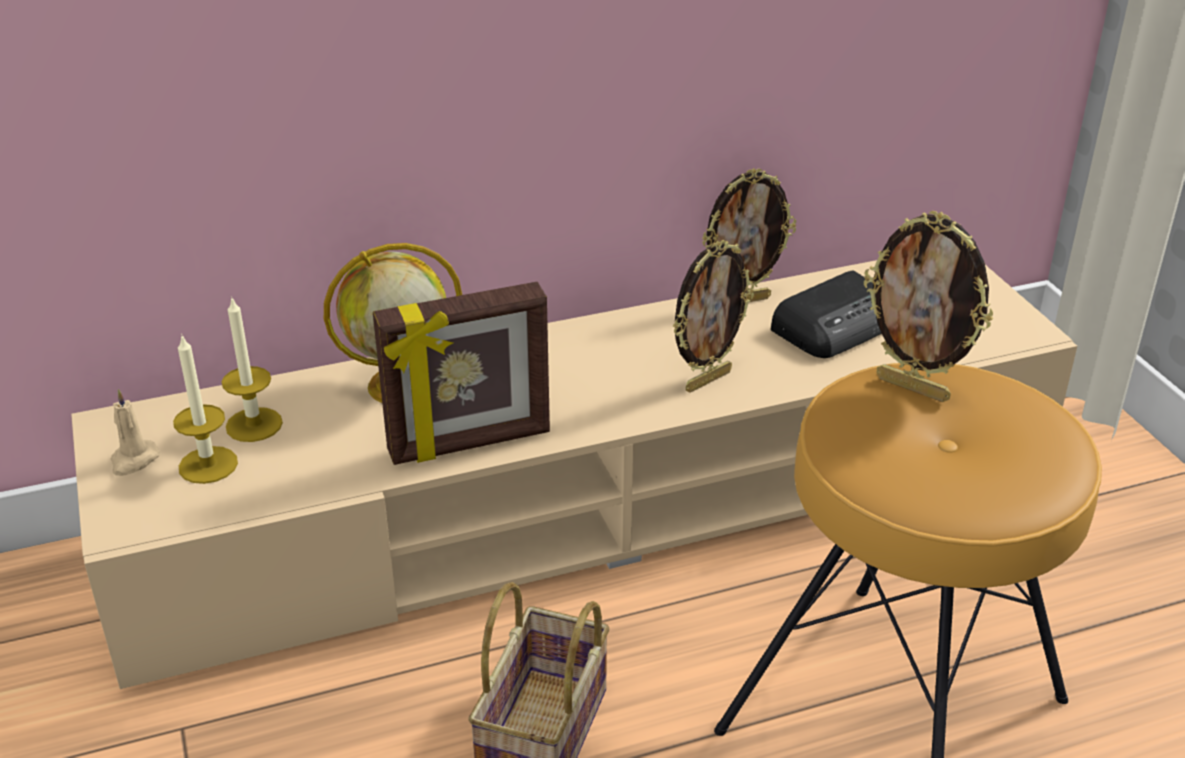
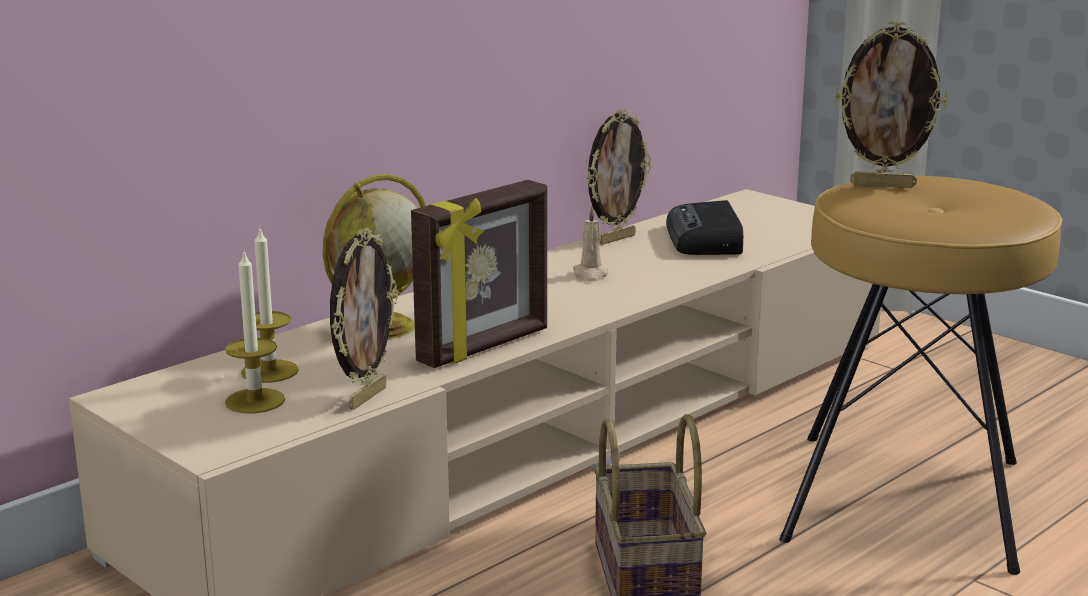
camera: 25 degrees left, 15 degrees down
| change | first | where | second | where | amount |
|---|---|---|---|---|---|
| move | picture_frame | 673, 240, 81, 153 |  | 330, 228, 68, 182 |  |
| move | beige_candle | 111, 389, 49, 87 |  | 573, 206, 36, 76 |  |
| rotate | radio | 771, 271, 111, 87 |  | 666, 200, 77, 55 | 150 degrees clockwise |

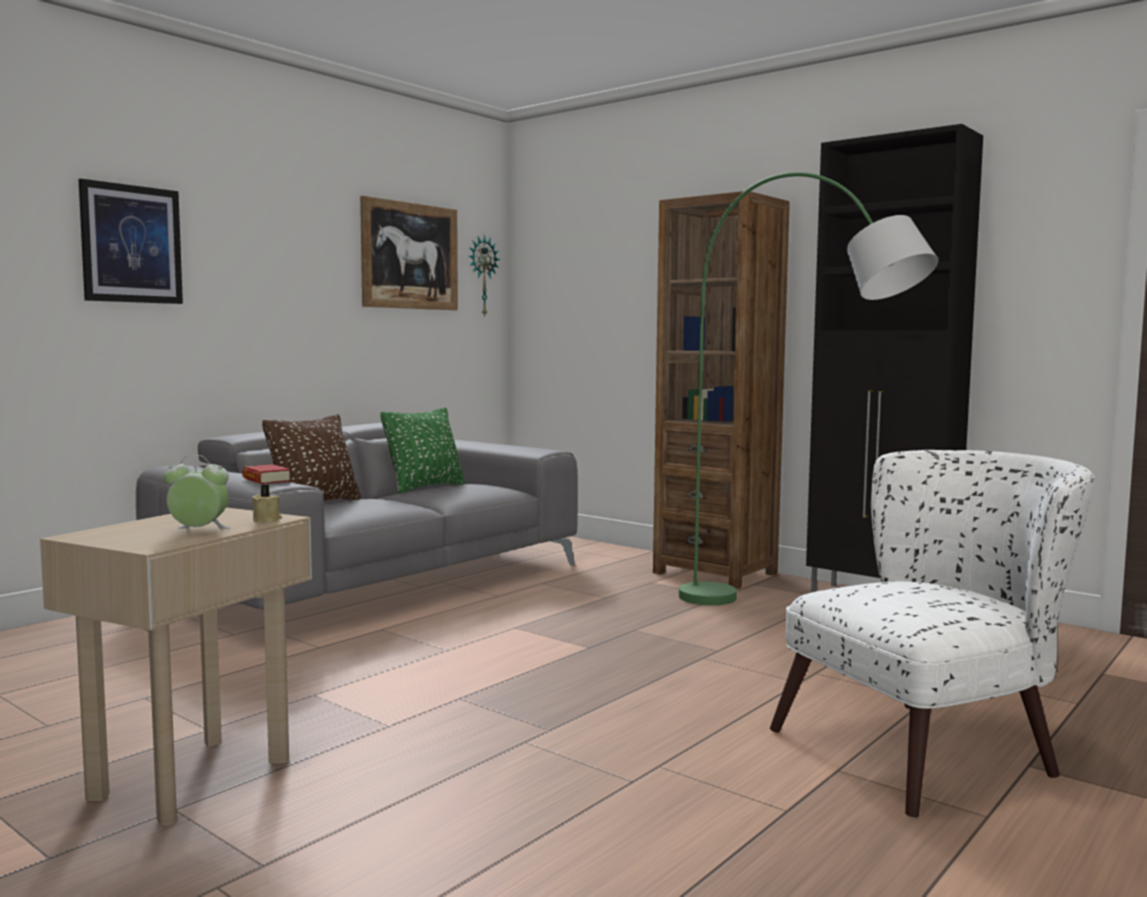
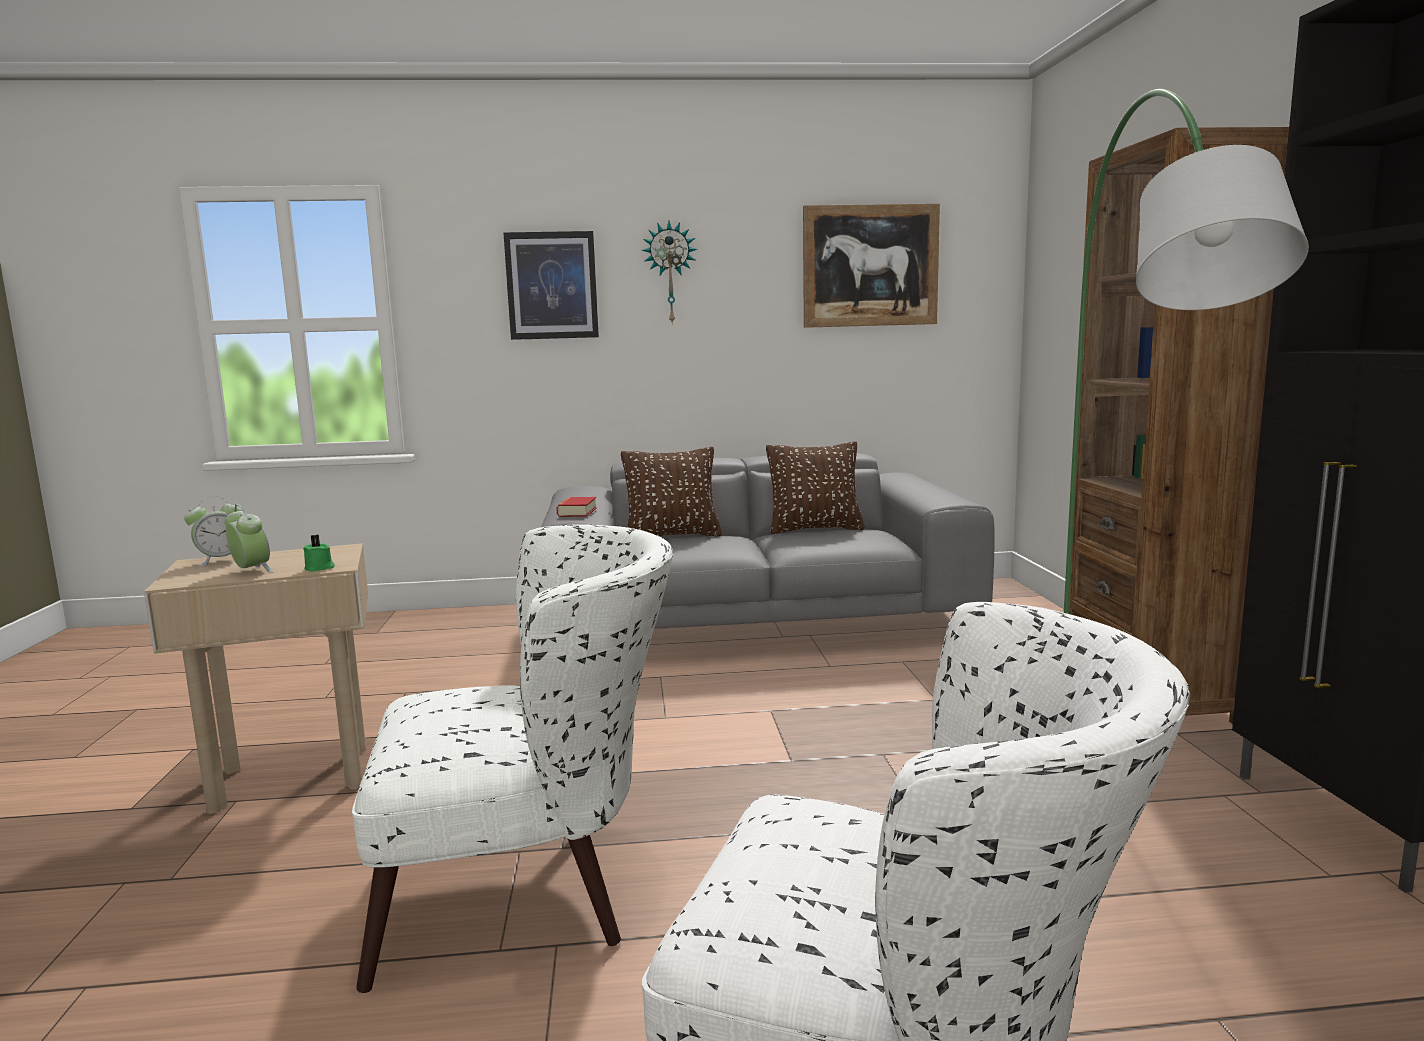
camera: 45 degrees right, 5 degrees up
| change | first | where | second | where | amount |
|---|---|---|---|---|---|
| insert |  |  | alarm_clock | 184, 496, 58, 71 |  |
| recolor | beige_candle | 252, 484, 30, 39 | green_candle | 303, 535, 32, 37 |  |
| insert |  |  | white_armchair | 352, 524, 321, 469 |  |
| move | wall_clock | 468, 235, 32, 82 |  | 642, 221, 56, 104 |  |
| recolor | green_pillow | 380, 408, 85, 85 | brown_pillow | 766, 442, 99, 92 |  |

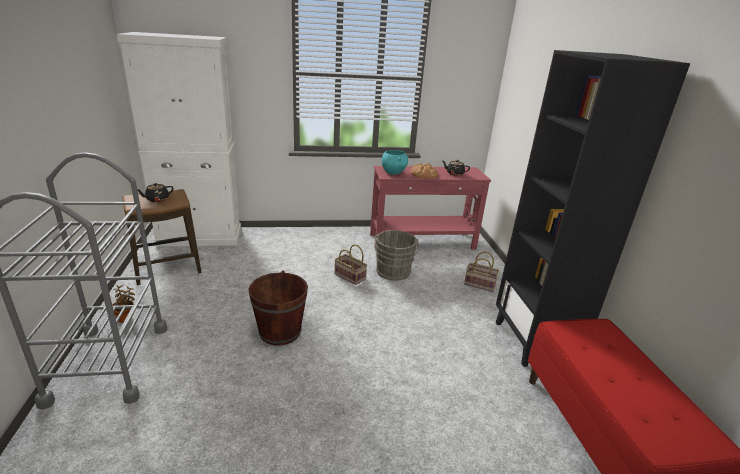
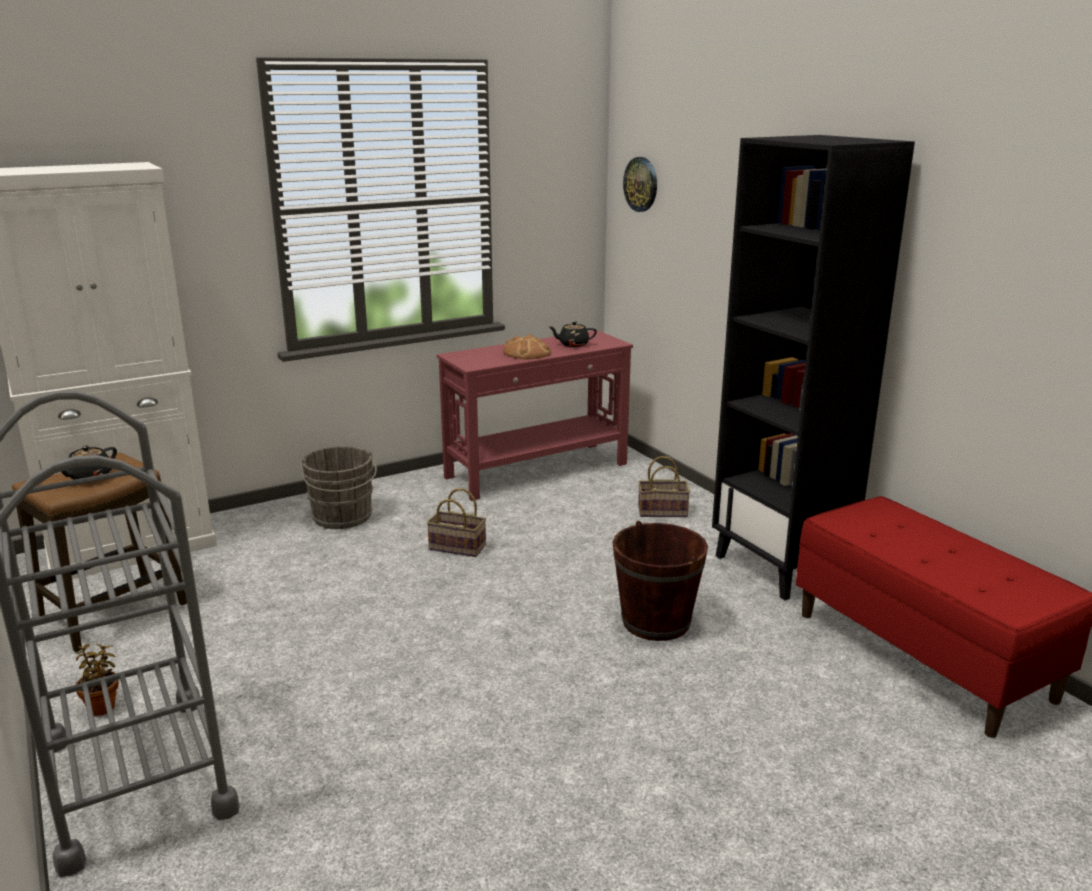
camera: 20 degrees left, 5 degrees down
| change | first | where | second | where | amount |
|---|---|---|---|---|---|
| move | grey_bucket | 374, 230, 44, 51 |  | 300, 446, 77, 83 |  |
| move | brown_bucket | 248, 271, 60, 75 |  | 612, 521, 96, 120 |  |
| insert |  |  | wall_clock | 623, 157, 34, 55 |  |
| delete | turquoise_bowl | 381, 150, 27, 24 |  |  |  |

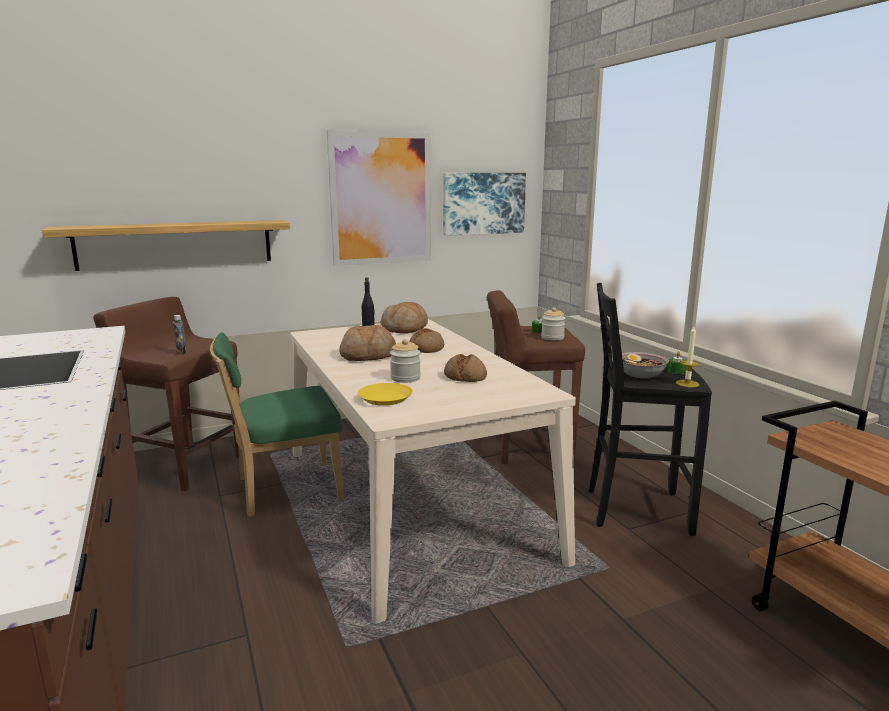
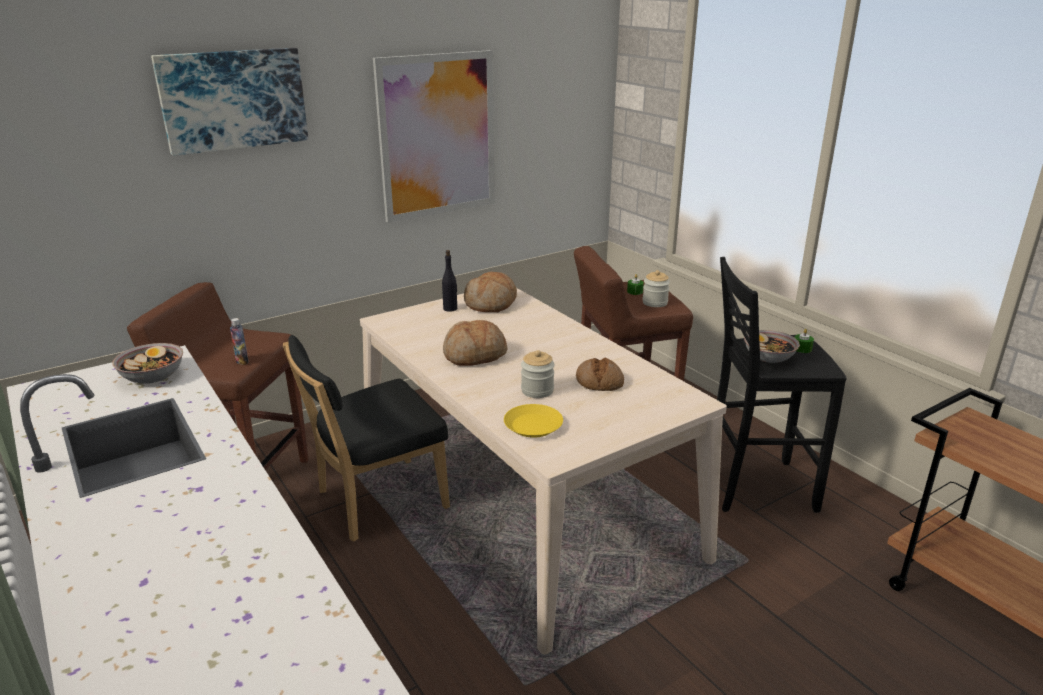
camera: 10 degrees left, 10 degrees up
| change | first | where | second | where | amount |
|---|---|---|---|---|---|
| insert |  |  | bowl | 112, 343, 71, 41 |  |
| move | picture | 443, 173, 83, 63 |  | 151, 48, 157, 108 |  |
| recolor | green_chair | 210, 332, 134, 185 | black_chair | 283, 335, 167, 207 |  |
| delete | shelf | 42, 220, 248, 51 |  |  |  |
| delete | bread | 409, 328, 35, 25 |  |  |  |
| delete | candle | 676, 326, 24, 62 |  |  |  |

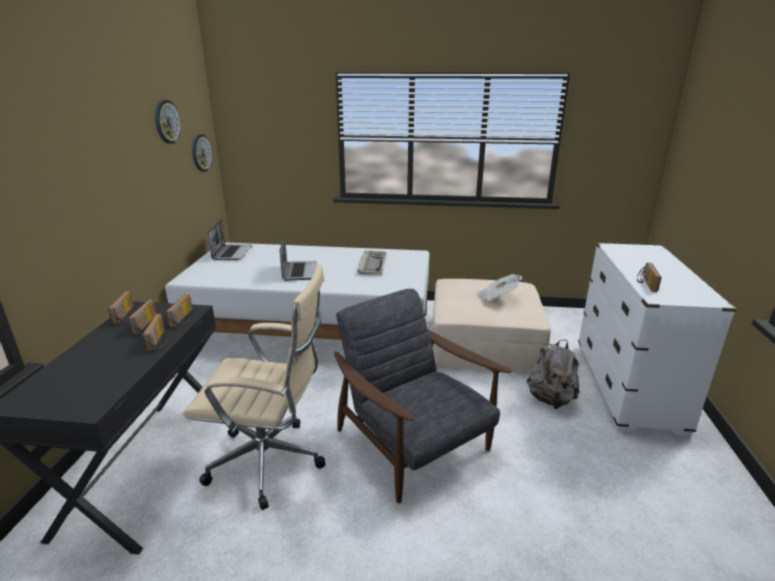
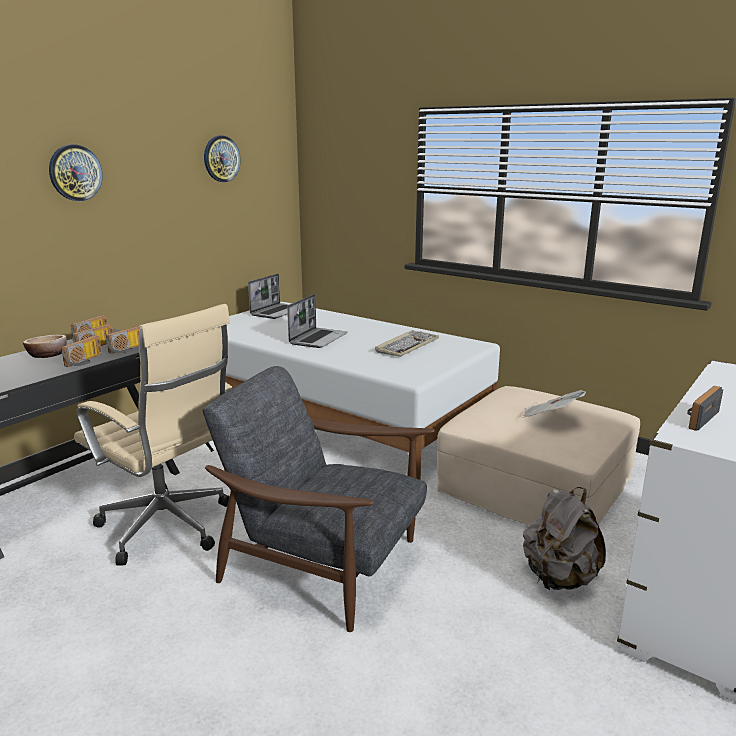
camera: 30 degrees right, 5 degrees down
| change | first | where | second | where | amount |
|---|---|---|---|---|---|
| insert |  |  | bowl | 23, 335, 44, 23 |  |
| move | wall_clock | 192, 134, 20, 38 |  | 49, 145, 54, 56 |  |
| rotate | grey_armchair | 334, 289, 178, 214 |  | 203, 366, 232, 266 | 60 degrees counterclockwise |

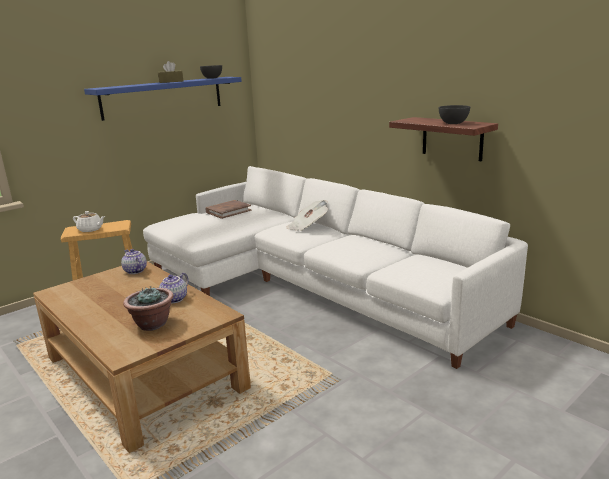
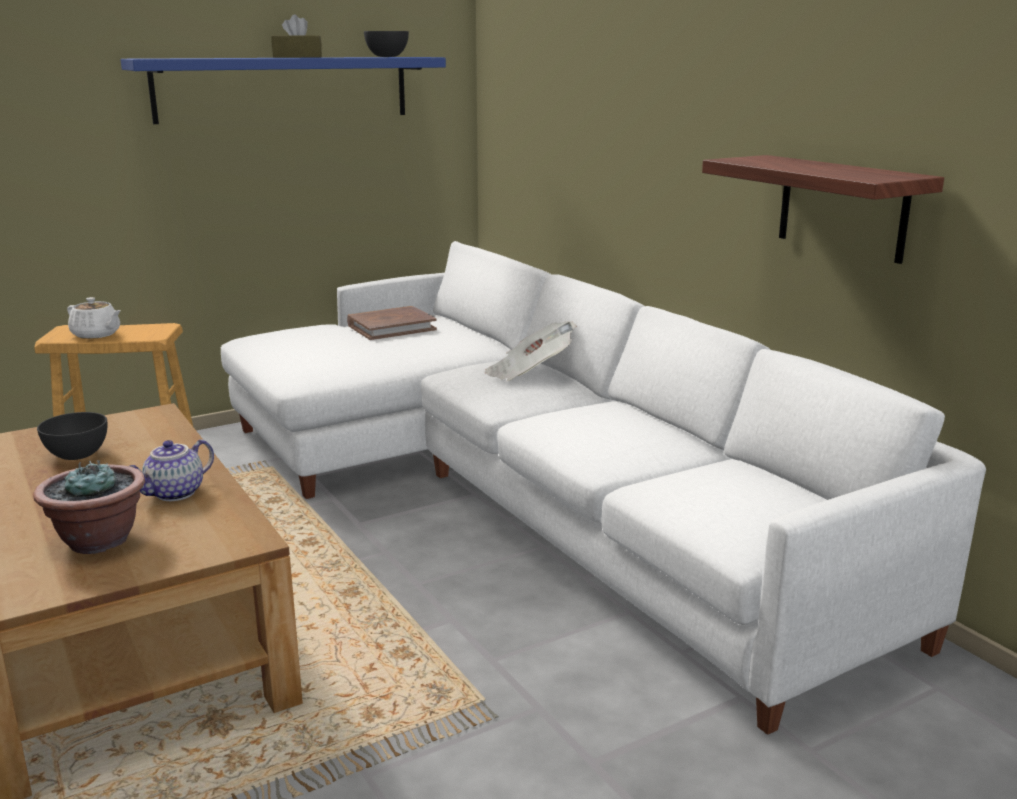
camera: 10 degrees right, 0 degrees up
| change | first | where | second | where | amount |
|---|---|---|---|---|---|
| move | grey_bowl | 439, 105, 31, 19 |  | 37, 412, 70, 48 |  |
| delete | teapot | 121, 249, 26, 25 |  |  |  |

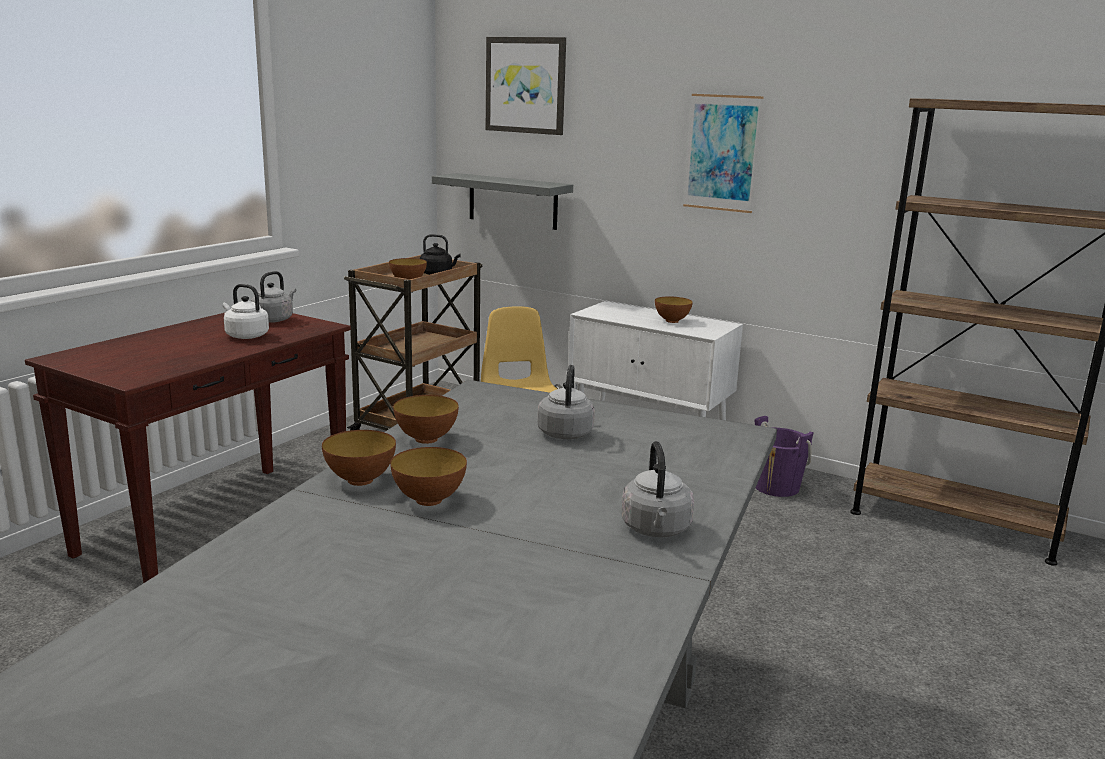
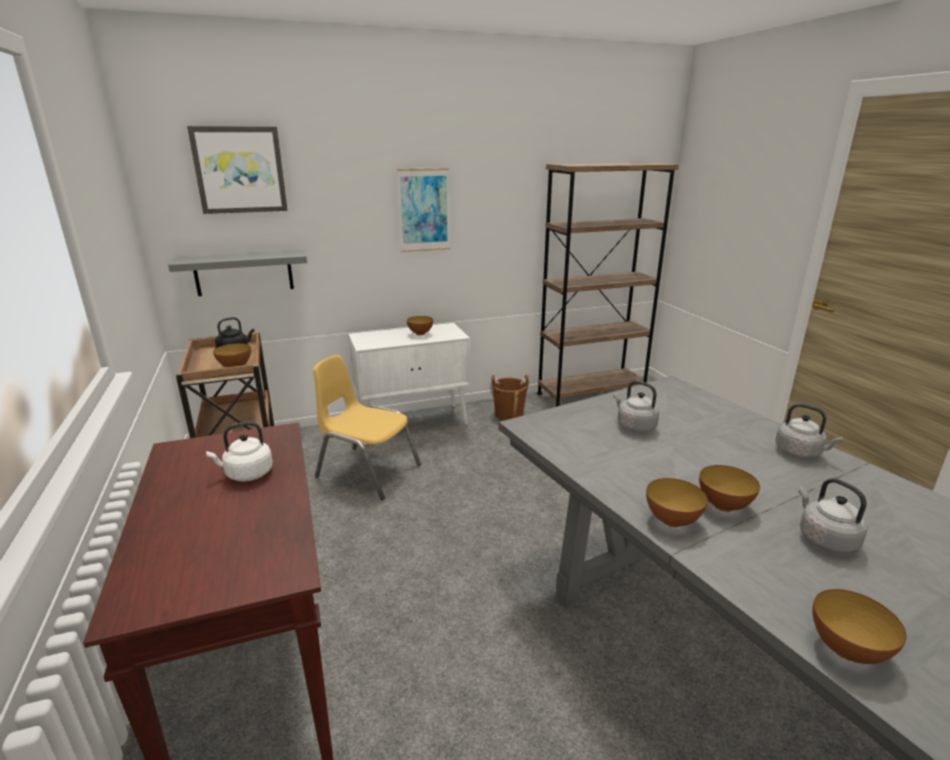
camera: 50 degrees left, 5 degrees up
| change | first | where | second | where | amount |
|---|---|---|---|---|---|
| recolor | purple_bucket | 755, 416, 59, 81 | brown_bucket | 490, 375, 40, 45 |  |
| move | grey_kettle | 251, 271, 45, 52 |  | 798, 478, 70, 75 |  |
| move | bowl | 393, 395, 66, 49 |  | 812, 589, 94, 75 |  |

